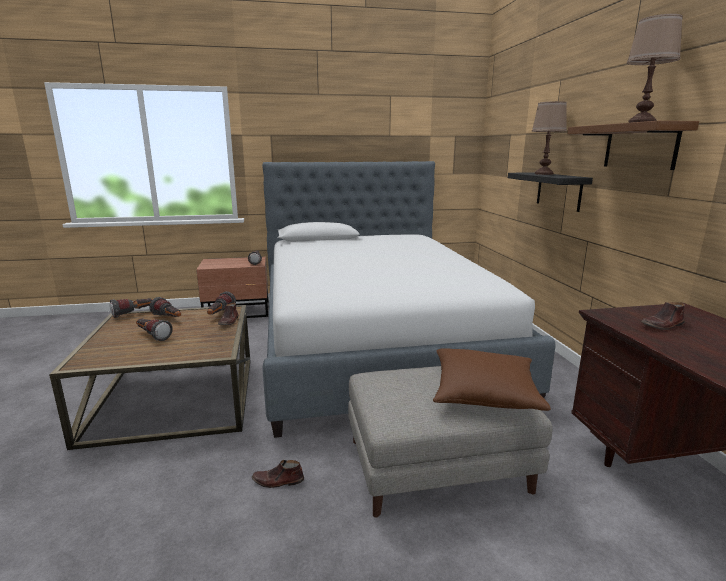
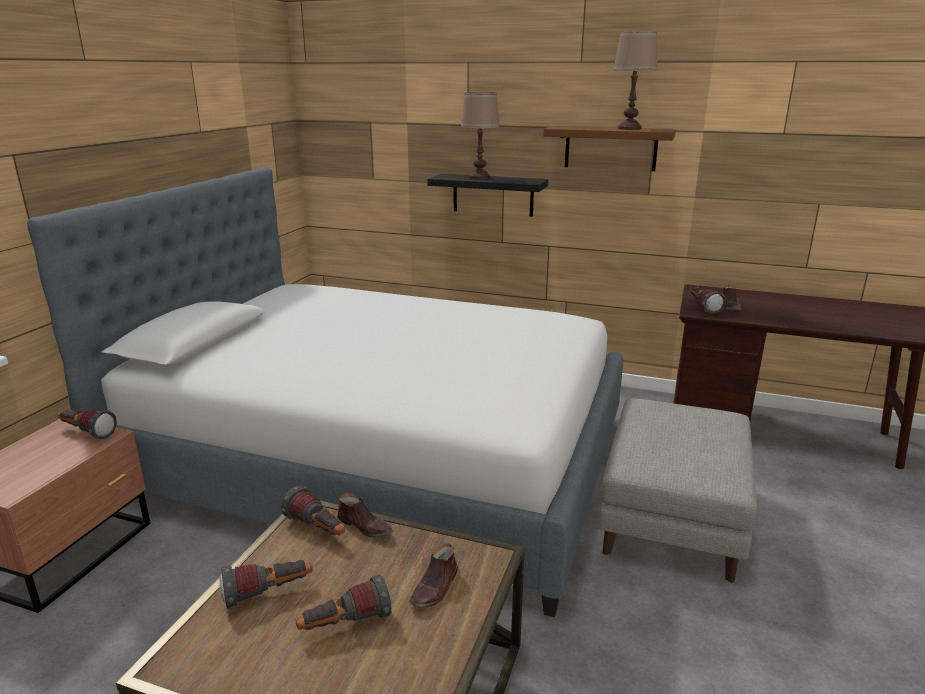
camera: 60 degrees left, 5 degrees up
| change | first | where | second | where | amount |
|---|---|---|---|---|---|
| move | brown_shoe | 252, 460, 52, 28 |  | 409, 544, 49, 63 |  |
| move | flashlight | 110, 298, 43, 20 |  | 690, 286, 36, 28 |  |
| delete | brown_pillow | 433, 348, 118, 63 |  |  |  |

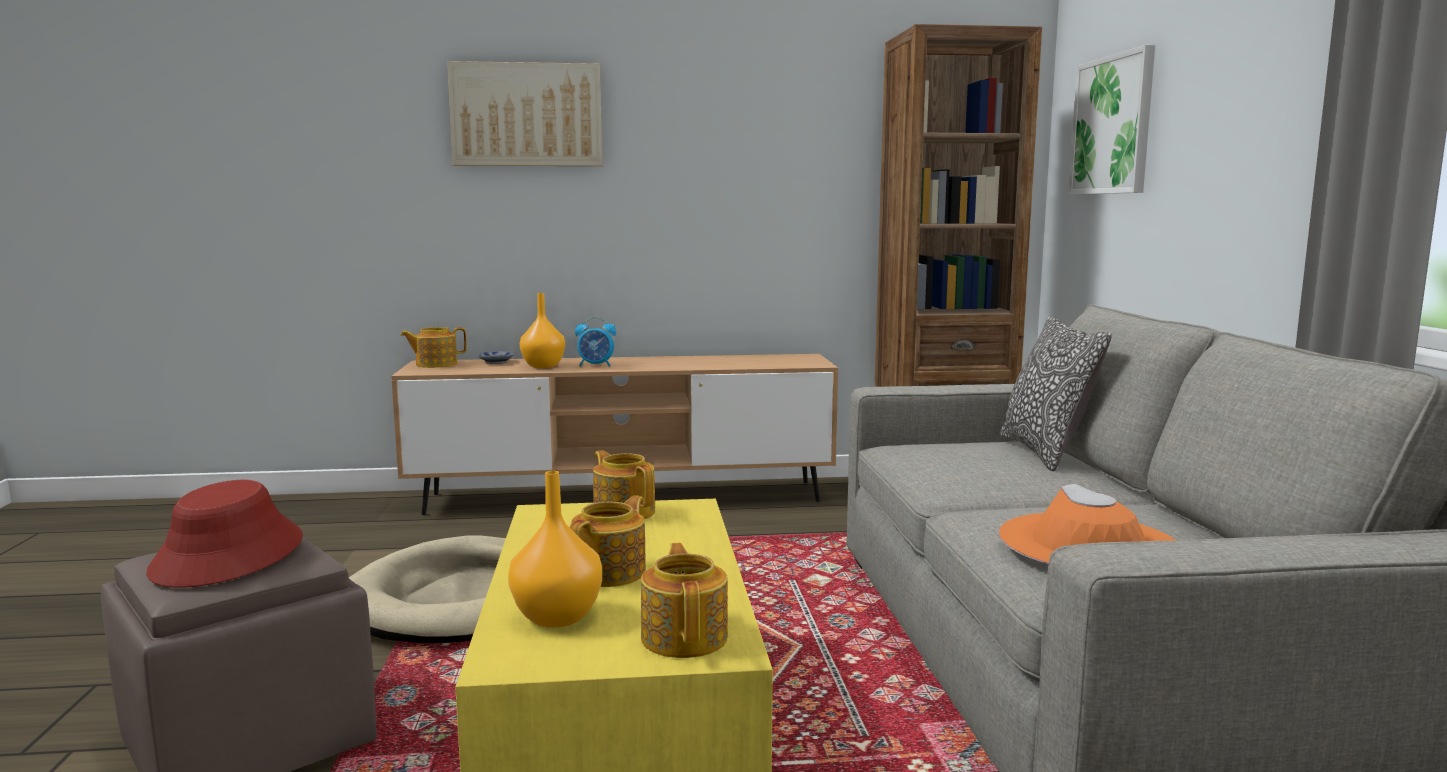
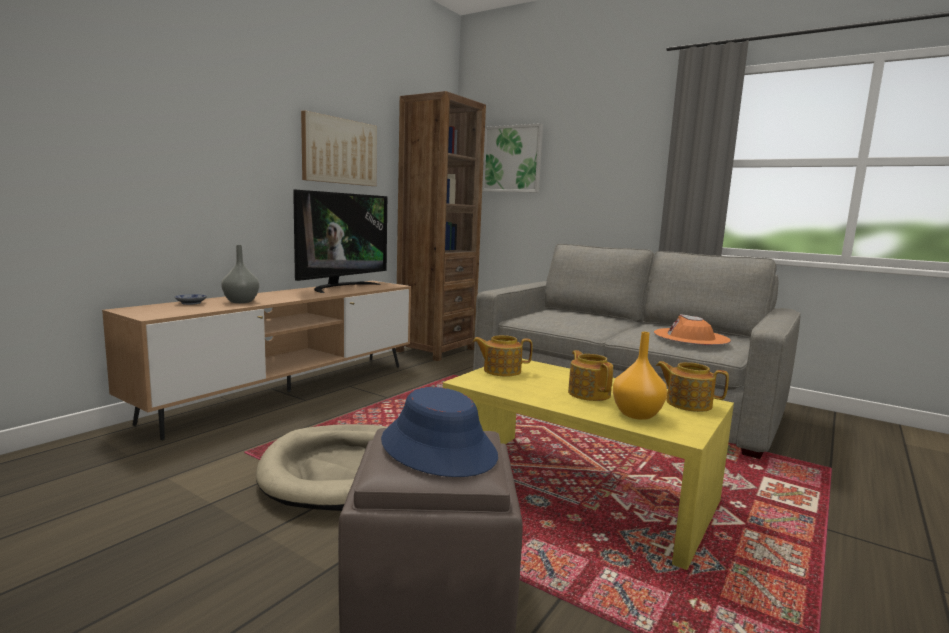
camera: 50 degrees left, 0 degrees up
| change | first | where | second | where | amount |
|---|---|---|---|---|---|
| recolor | orange_vase | 520, 293, 45, 75 | grey_vase | 221, 245, 38, 58 |  |
| insert |  |  | television | 293, 190, 94, 103 |  |
| move | picture | 447, 61, 156, 105 |  | 301, 110, 76, 76 |  |
| recolor | red_hat | 146, 480, 157, 108 | blue_hat | 381, 387, 117, 90 |  |
| delete | teapot | 400, 327, 67, 41 |  |  |  |
| delete | alarm_clock | 575, 317, 41, 50 |  |  |  |
| delete | pillow | 1000, 316, 112, 155 |  |  |  |

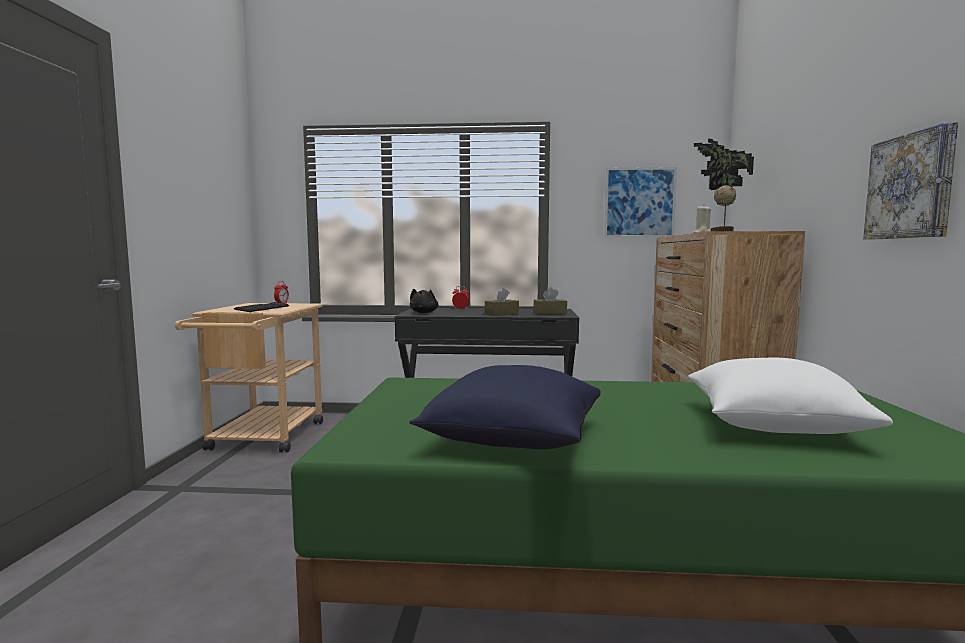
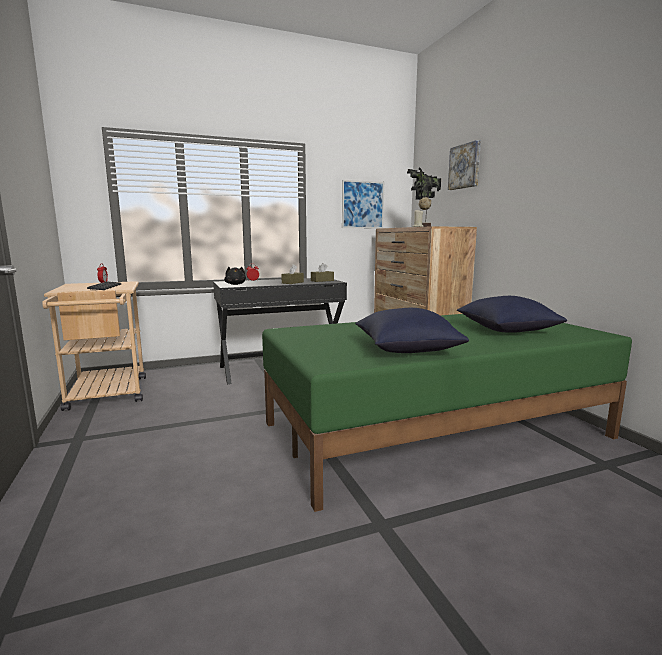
camera: 25 degrees left, 5 degrees up
| change | first | where | second | where | amount |
|---|---|---|---|---|---|
| move | picture | 863, 122, 95, 117 |  | 448, 140, 33, 50 |  |
| recolor | white_pillow | 688, 358, 205, 76 | blue_pillow | 457, 296, 110, 37 |  |

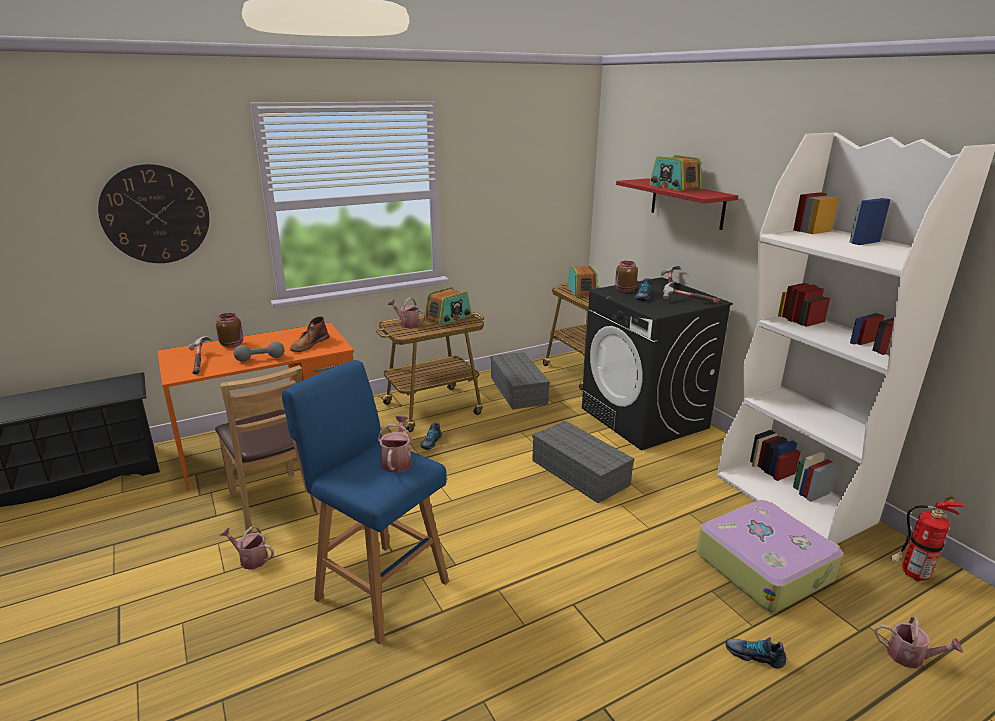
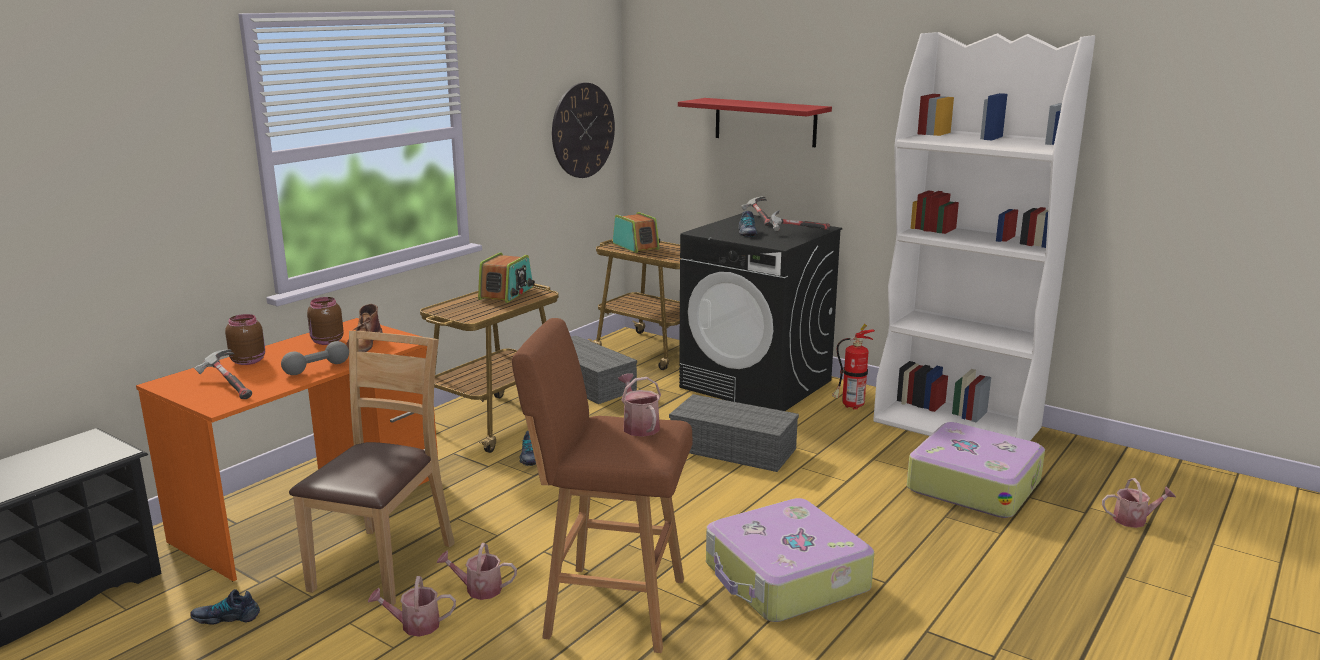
camera: 25 degrees left, 5 degrees down
| change | first | where | second | where | amount |
|---|---|---|---|---|---|
| move | shoe | 725, 637, 61, 32 |  | 190, 589, 70, 36 |  |
| rotate | brown_chair | 215, 365, 105, 170 |  | 289, 331, 166, 274 | 105 degrees counterclockwise |
| move | brown_jar | 615, 261, 23, 31 |  | 307, 297, 36, 48 |  |
| move | watering_can | 388, 297, 38, 31 |  | 437, 543, 80, 57 |  |
| recolor | blue_stool | 282, 360, 167, 284 | brown_stool | 512, 318, 181, 335 |  |
| move | wall_clock | 98, 164, 111, 99 |  | 552, 82, 63, 96 |  |
| insert |  |  | suitcase | 706, 498, 168, 124 |  |
| move | fire_extinguisher | 890, 495, 74, 87 |  | 832, 324, 43, 86 |  |
| delete | radio | 650, 155, 51, 36 |  |  |  |

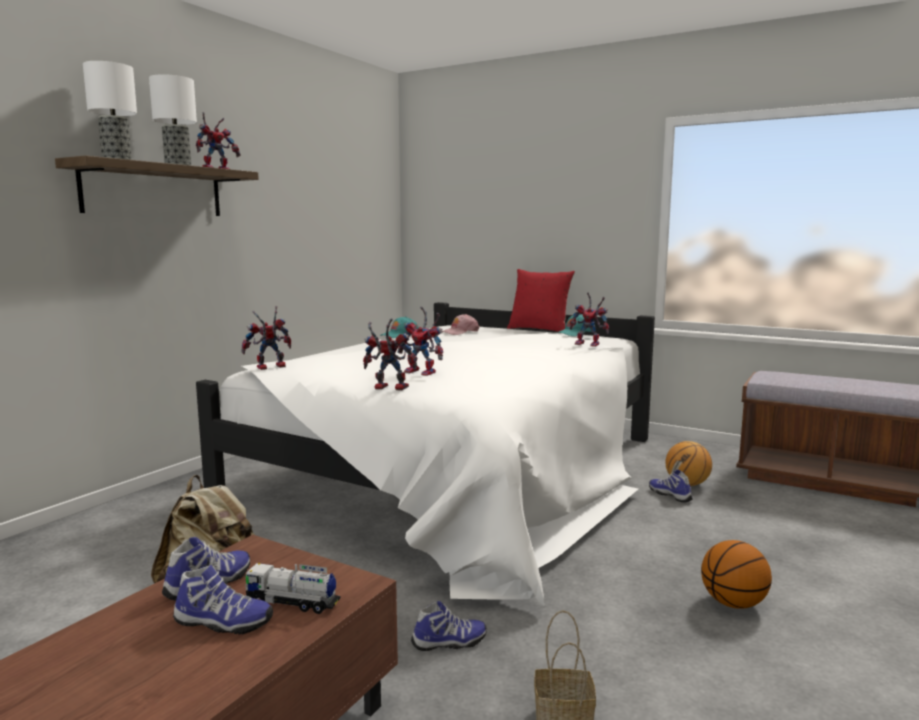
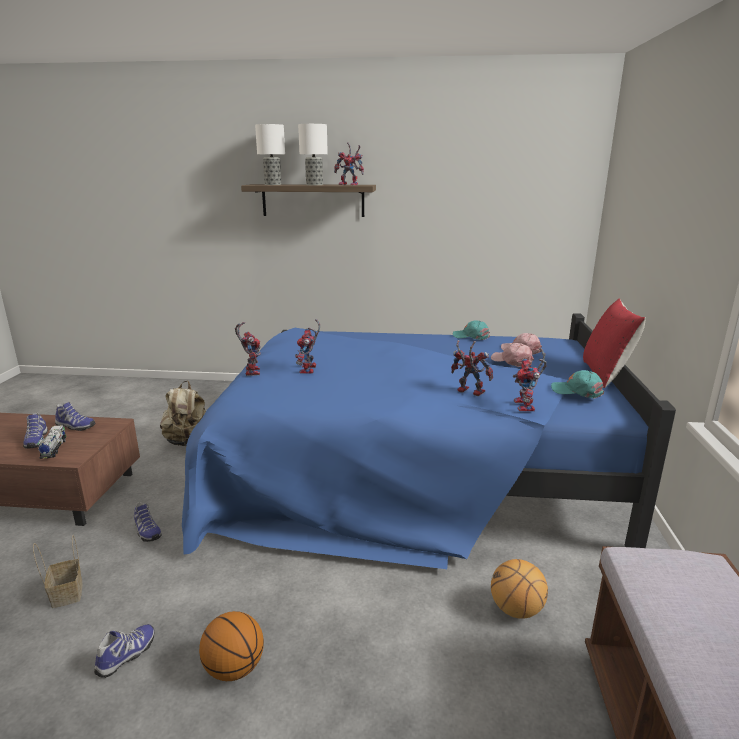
camera: 65 degrees right, 10 degrees up
| change | first | where | second | where | amount |
|---|---|---|---|---|---|
| move | shoe | 649, 470, 43, 33 |  | 94, 624, 61, 54 |  |
| recolor | white_bed | 196, 302, 459, 303 | blue_bed | 182, 313, 494, 256 |  |
| move | toy_robot | 241, 306, 50, 64 |  | 451, 340, 42, 56 |  |
| insert |  |  | pink_cap | 491, 343, 43, 24 |  |

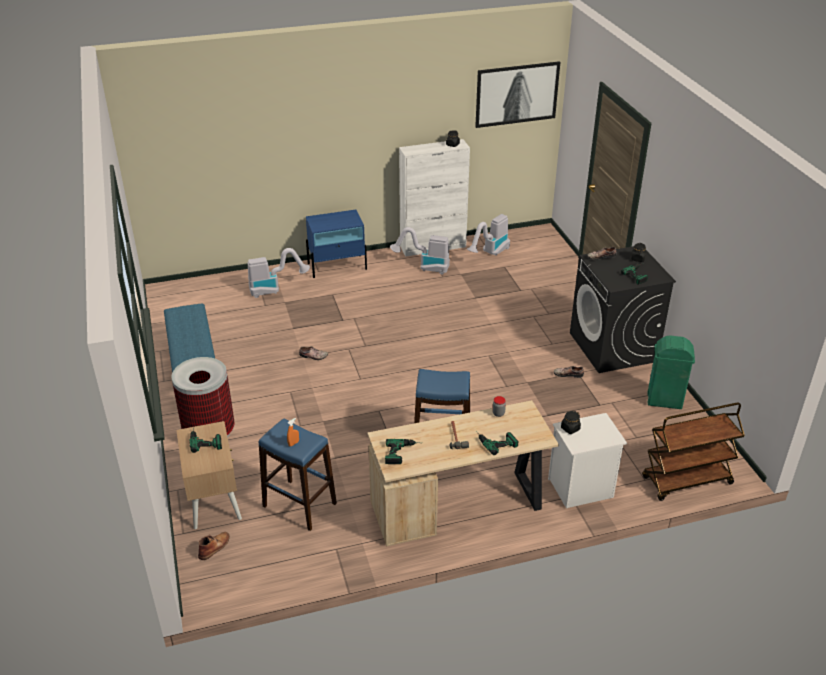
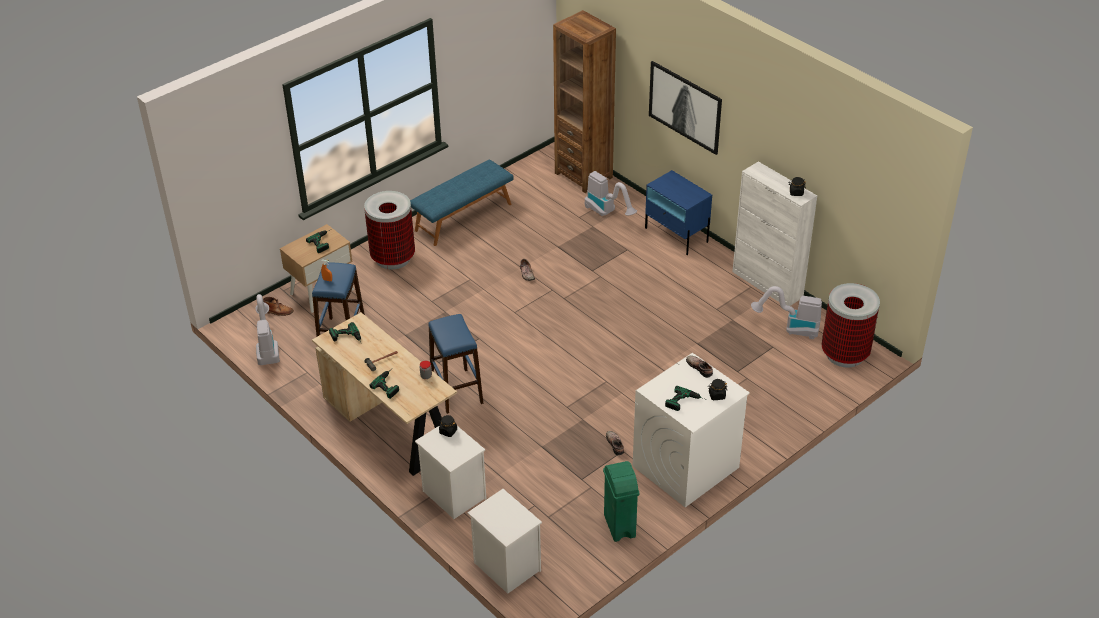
camera: 65 degrees right, 5 degrees up
| change | first | where | second | where | amount |
|---|---|---|---|---|---|
| move | vacuum_cleaner | 390, 227, 60, 48 |  | 256, 294, 24, 71 |  |
| replace | brown_cart | 642, 402, 103, 99 | white_nightstand | 468, 489, 74, 105 |  |
| insert |  |  | brown_bookcase | 553, 10, 63, 183 |  |
| recolor | black_washing_machine | 570, 246, 106, 127 | white_washing_machine | 633, 353, 117, 154 |  |
| move | picture | 475, 61, 85, 67 |  | 649, 61, 73, 94 |  |
| insert |  |  | trash_can | 822, 283, 58, 85 |  |

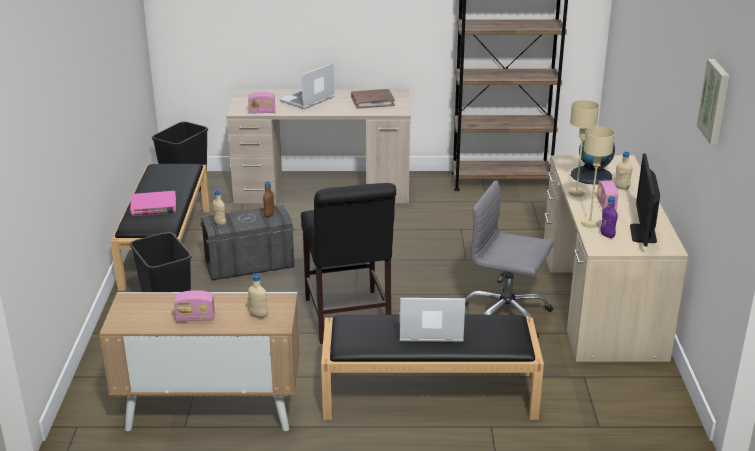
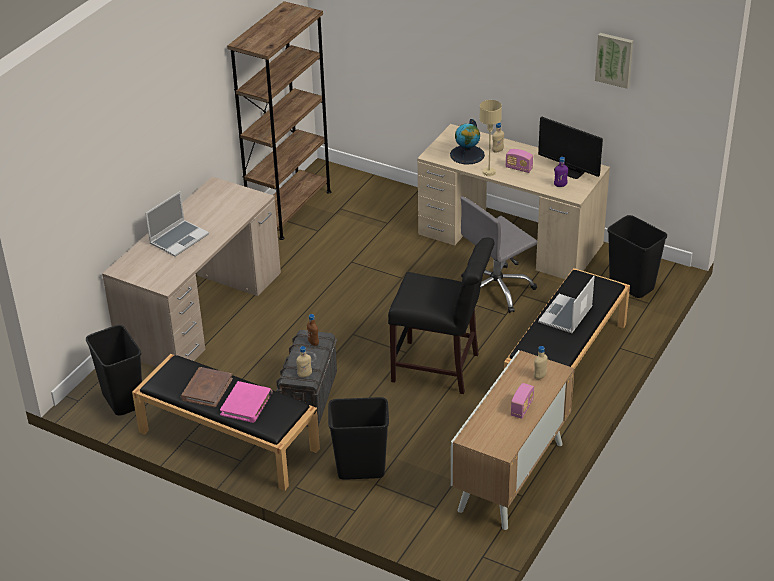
camera: 60 degrees left, 10 degrees up
| change | first | where | second | where | amount |
|---|---|---|---|---|---|
| rotate | laptop | 279, 63, 56, 46 |  | 145, 191, 64, 66 | 120 degrees counterclockwise |
| move | brown_book | 351, 89, 44, 20 |  | 181, 367, 52, 41 |  |
| insert |  |  | black_trash_can | 607, 215, 60, 83 |  |
| delete | radio | 248, 92, 27, 22 |  |  |  |
| delete | beige_table_lamp | 581, 126, 34, 102 |  |  |  |

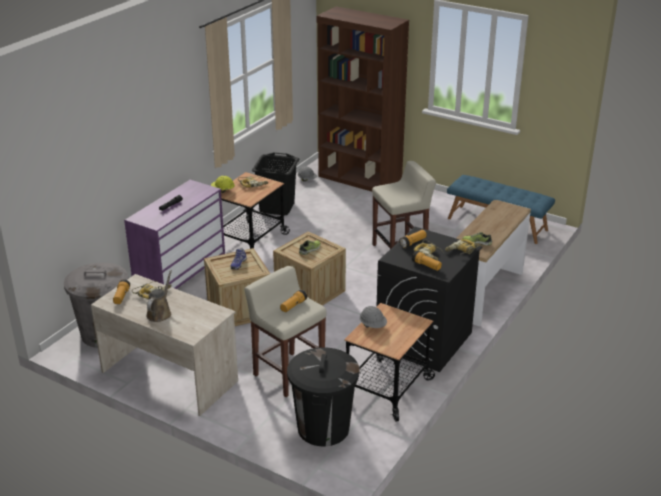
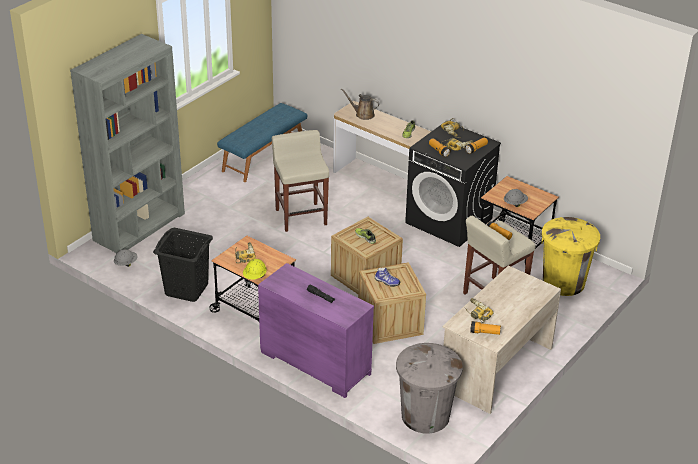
camera: 85 degrees left, 5 degrees up
| change | first | where | second | where | amount |
|---|---|---|---|---|---|
| recolor | brown_bookcase | 317, 7, 92, 185 | grey_bookcase | 70, 34, 115, 219 |  |
| move | brown_watering_can | 146, 270, 26, 52 |  | 341, 89, 39, 31 |  |
| recolor | black_trash_can | 287, 348, 72, 98 | yellow_trash_can | 541, 217, 59, 79 |  |

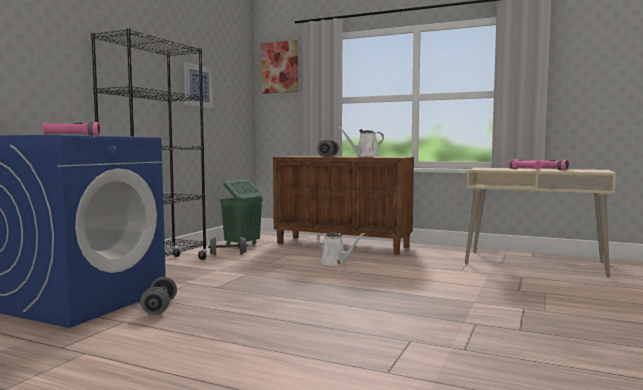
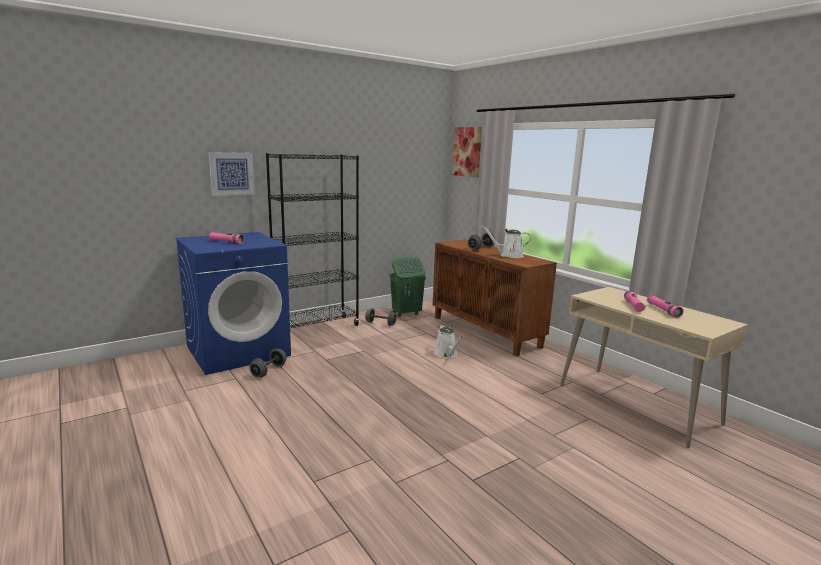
camera: 30 degrees right, 10 degrees up
| change | first | where | second | where | amount |
|---|---|---|---|---|---|
| move | picture | 184, 62, 29, 46 |  | 209, 152, 46, 44 |  |

